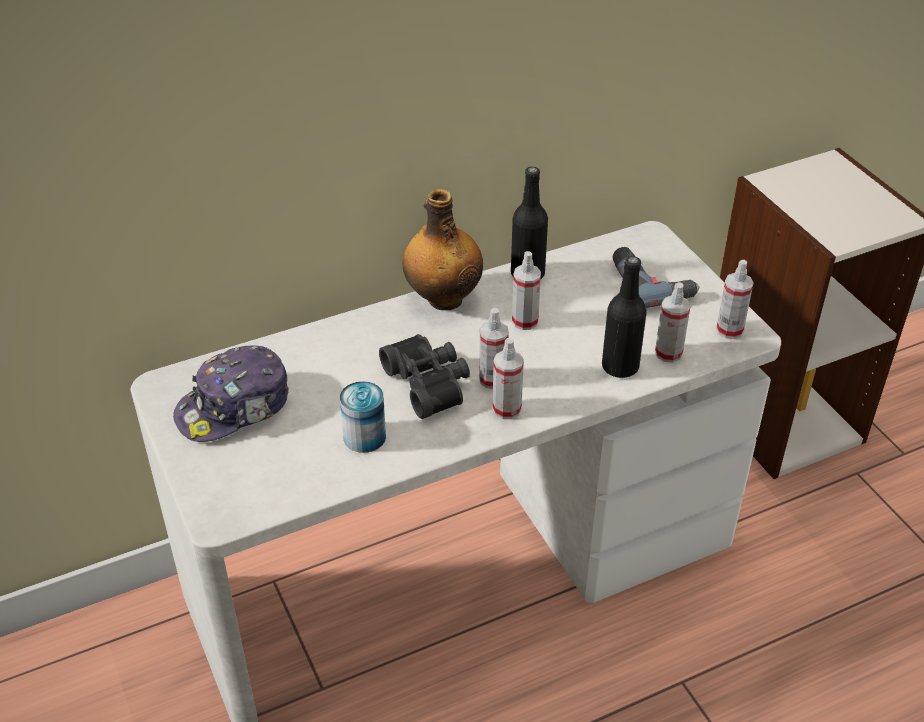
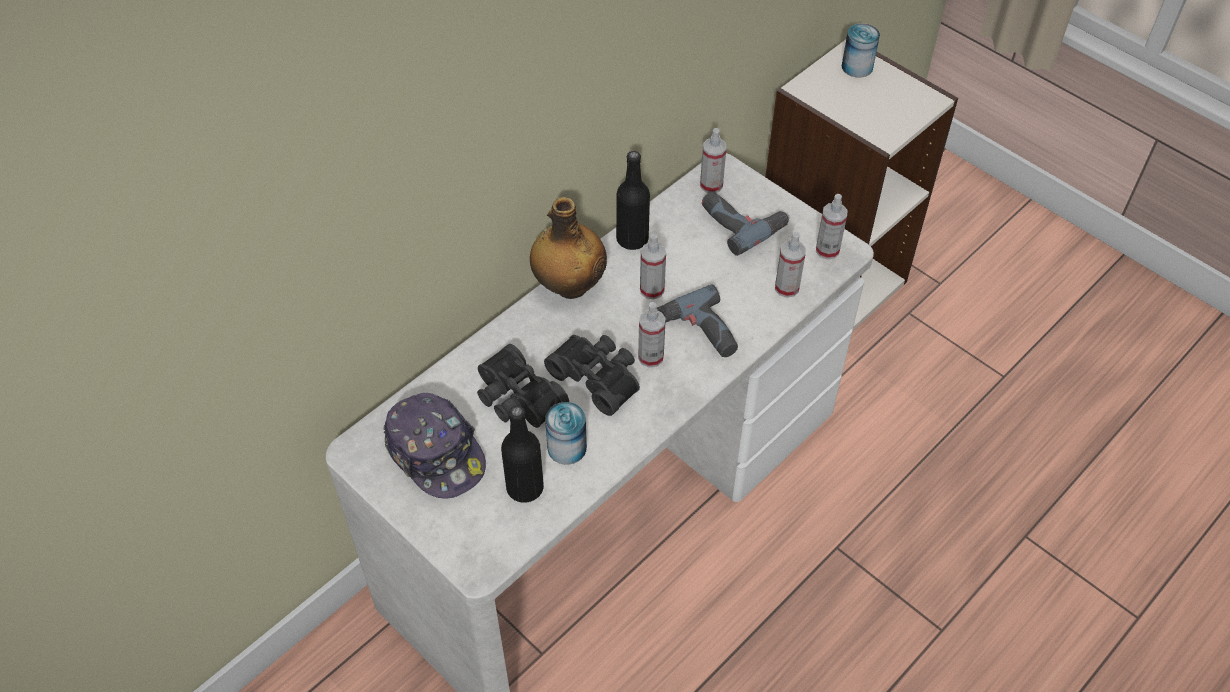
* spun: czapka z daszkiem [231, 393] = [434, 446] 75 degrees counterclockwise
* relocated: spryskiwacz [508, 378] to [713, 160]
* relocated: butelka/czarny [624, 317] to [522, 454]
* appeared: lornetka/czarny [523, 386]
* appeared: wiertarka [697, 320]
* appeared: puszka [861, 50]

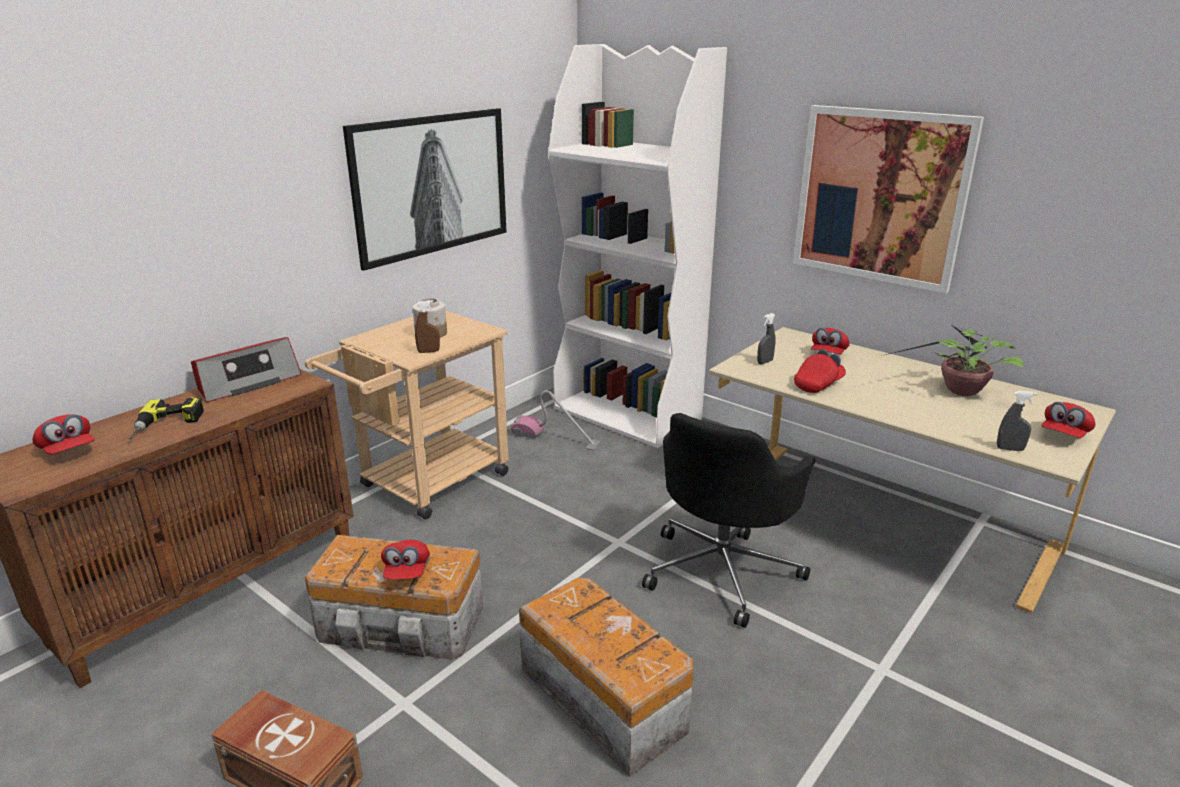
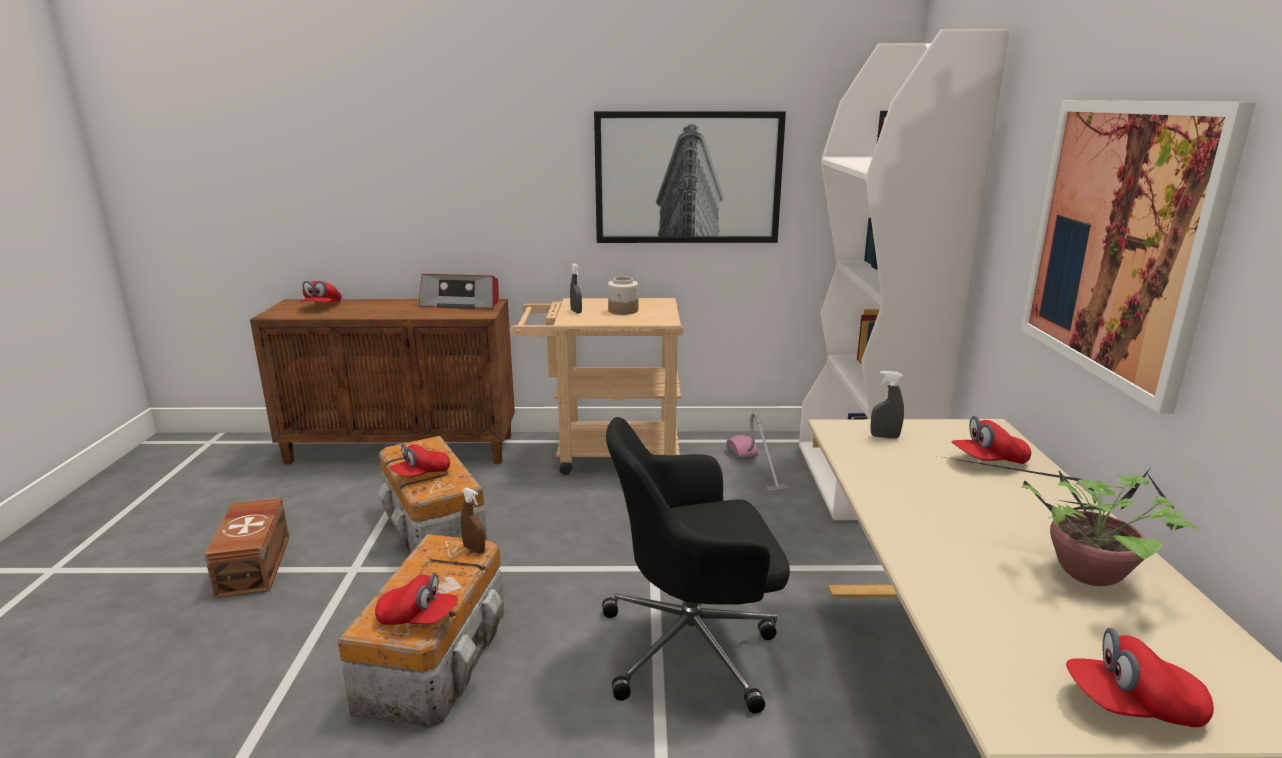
* missing: wiertarka [166, 418]
* relocated: spryskiwacz/brązowy [427, 326] to [473, 520]
* relocated: czapka z daszkiem/czerwony [820, 371] to [416, 599]
* relocated: spryskiwacz/szary [1017, 421] to [576, 288]

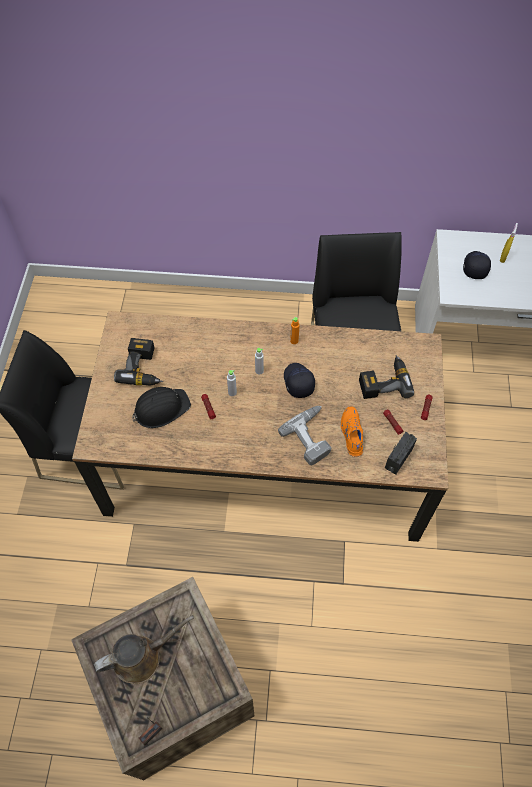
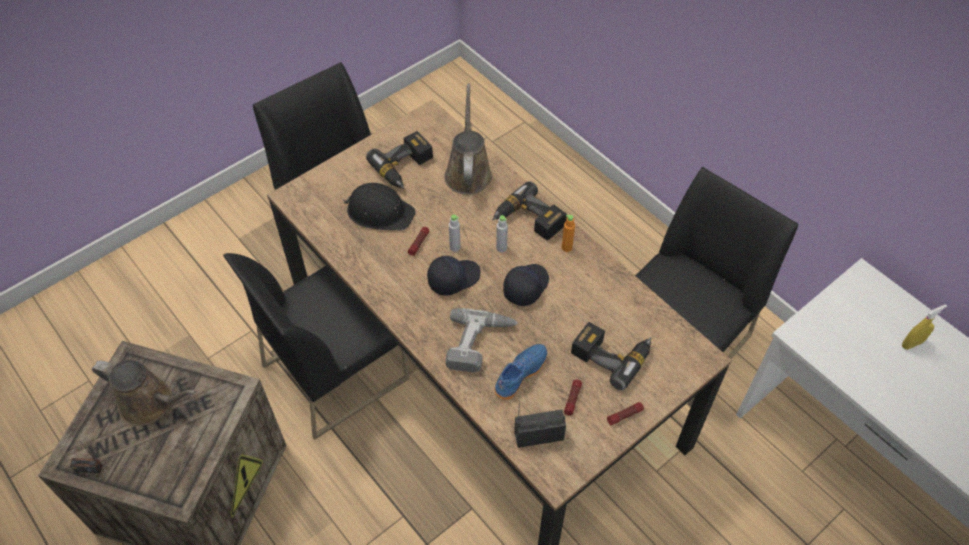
* colour: but/pomarańczowy [351, 431] to but/niebieski [520, 372]
* relocated: czapka z daszkiem/czarny [477, 265] to [454, 276]
* appeared: krzesło/czarny [316, 346]
* appeared: konewka/brązowy [468, 139]
* appeared: wiertarka [529, 211]

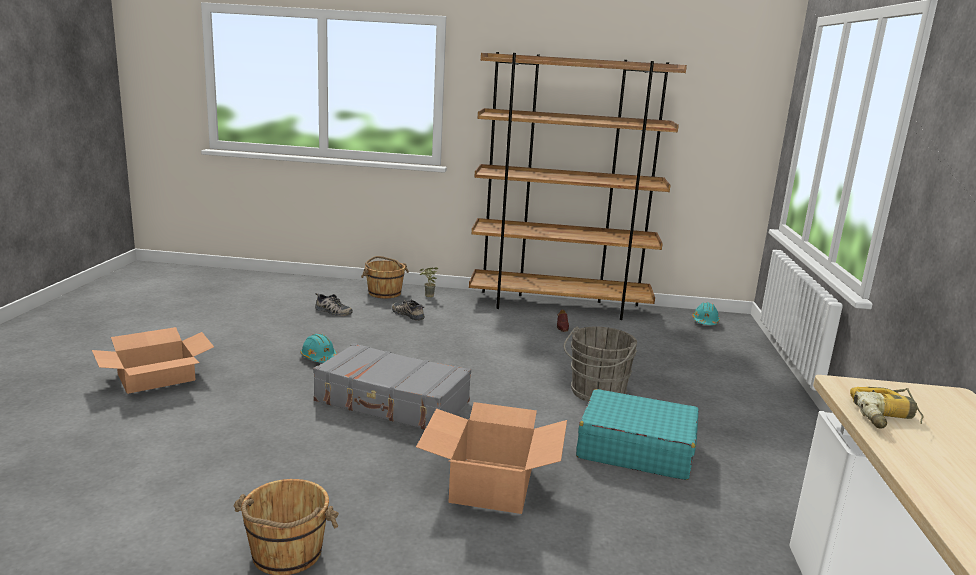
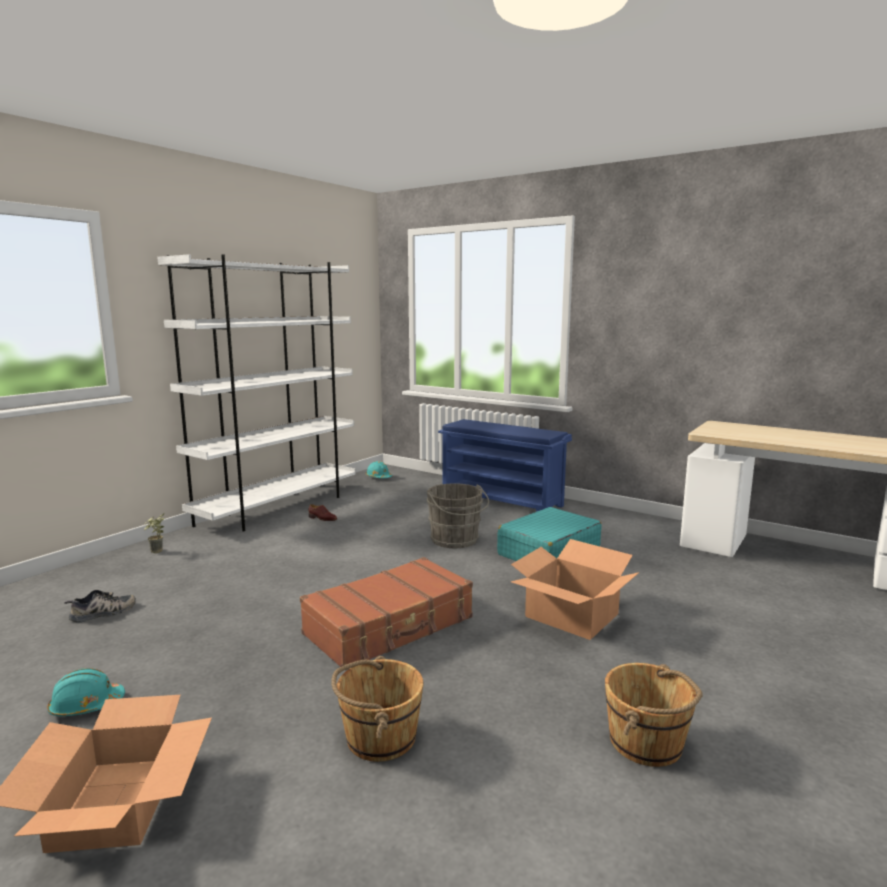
* relocated: kask/turkusowy [318, 348] to [86, 692]
* colour: walizka/szary [392, 386] to walizka/brązowy [386, 612]
* relocated: wiadro/brązowy [385, 277] to [378, 709]
* missing: but [408, 310]
* colour: regał/brązowy [578, 186] to regał/biały [256, 393]
* missing: wiertarka [886, 408]
* appeared: regał na buty/niebieski [505, 465]

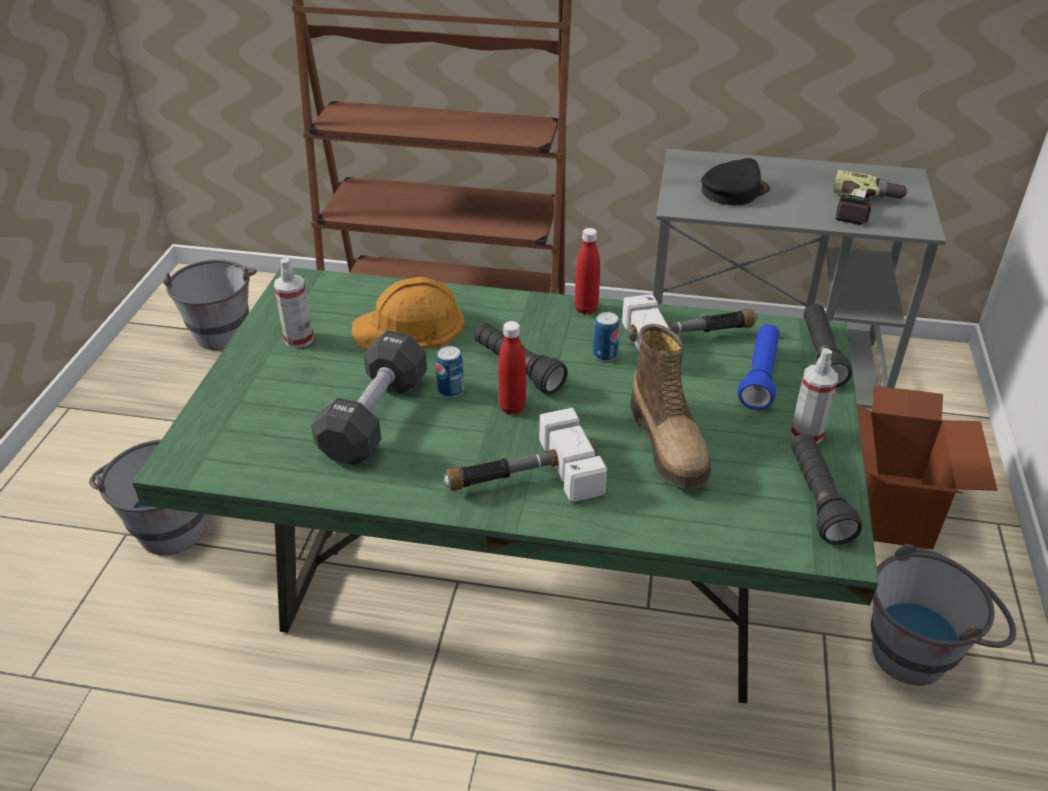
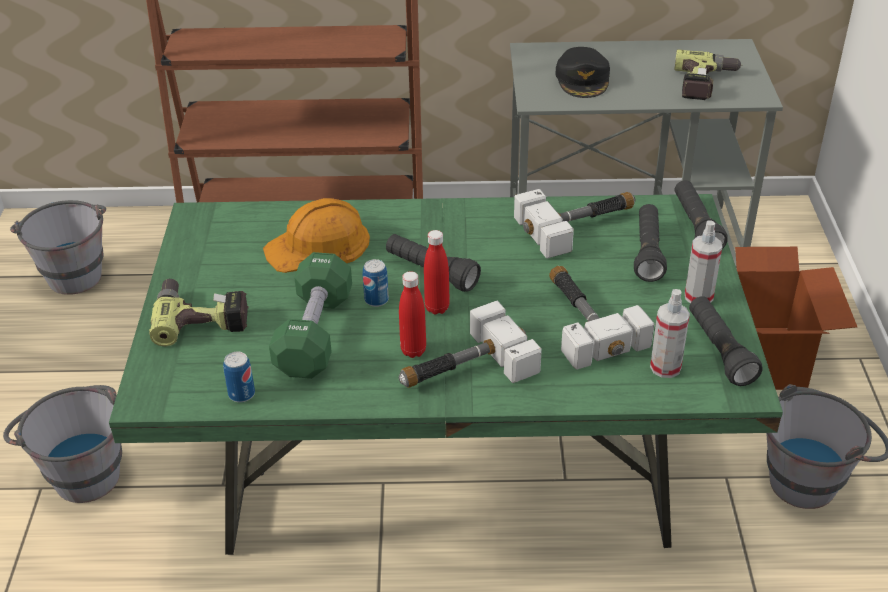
* relocated: spryskiwacz [294, 303] to [670, 333]
* colour: hantel/czarny [369, 398] to hantel/zielony [310, 315]
* relocated: butelka/czerwony [587, 271] to [412, 314]
* relocated: puszka [606, 337] to [239, 377]
* exchanged: but z cholewką [670, 406] to młotek [602, 318]
* spun: czapka z daszkiem/czarny [735, 181] = [582, 72] 135 degrees clockwise
* colour: latarka/niebieski [758, 367] to latarka/czarny [650, 243]
* appeared: wiertarka [199, 312]

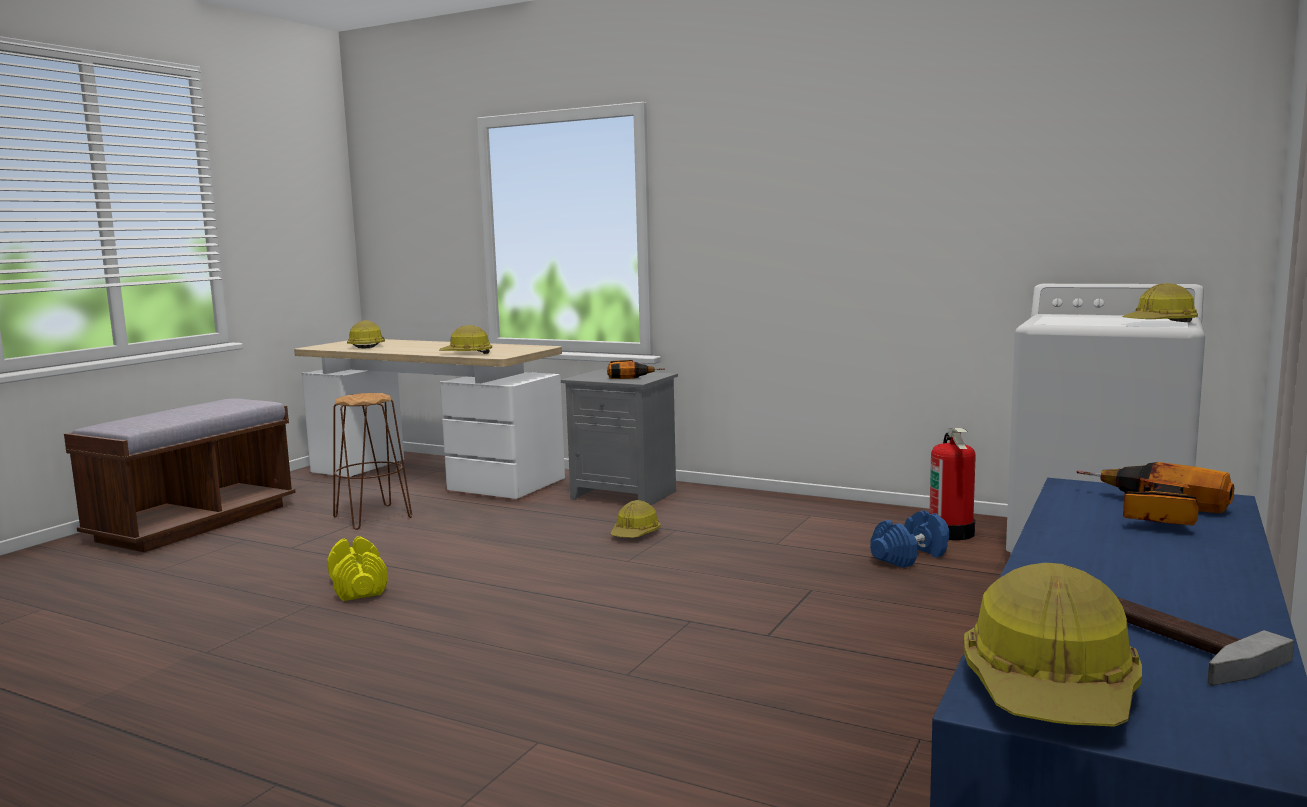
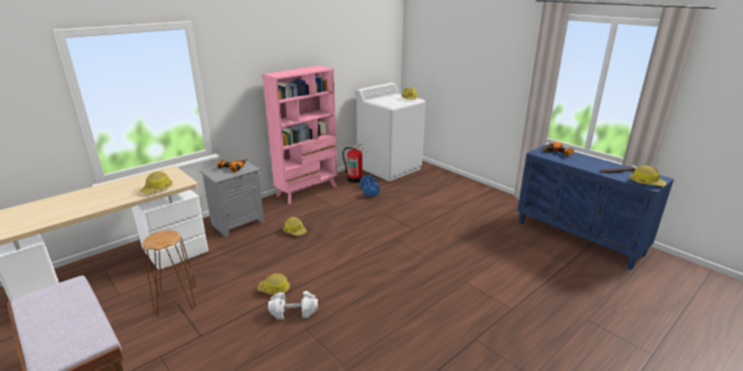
* colour: hantel/żółty [357, 569] to hantel/biały [293, 305]
* relocated: kask [366, 334] to [273, 284]
* appeared: regał/różowy [299, 135]

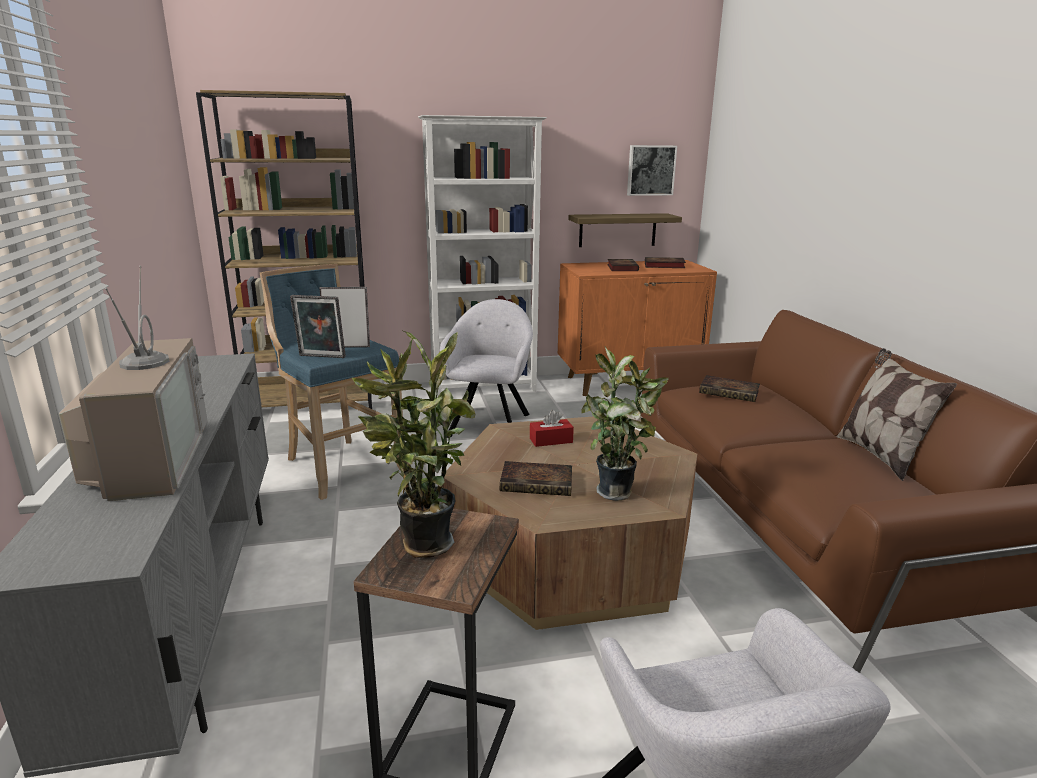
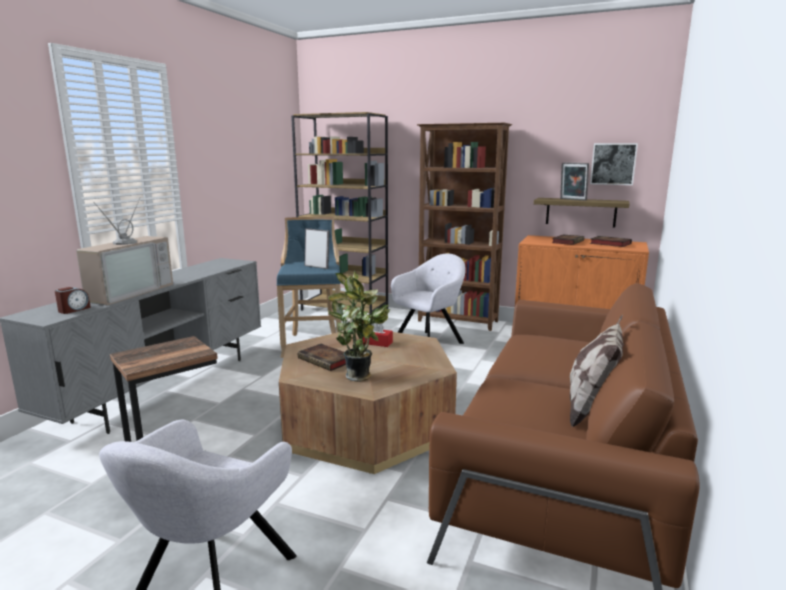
* relocated: ramka na zdjęcie [318, 326] to [574, 182]
* missing: roślina doniczkowa [413, 444]
* colour: regał/biały [482, 256] to regał/brązowy [464, 227]
* missing: książka [729, 388]
* appeared: budzik [73, 300]

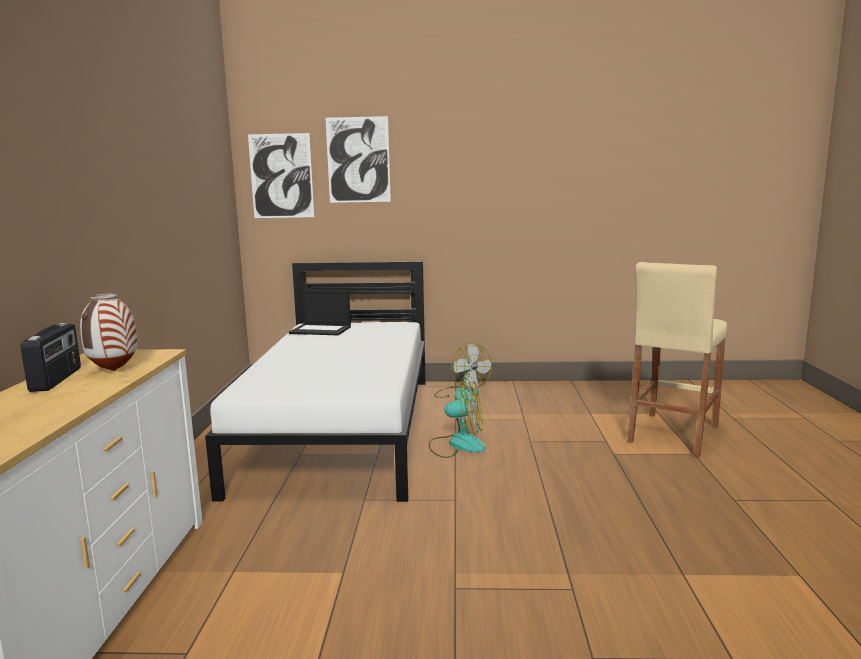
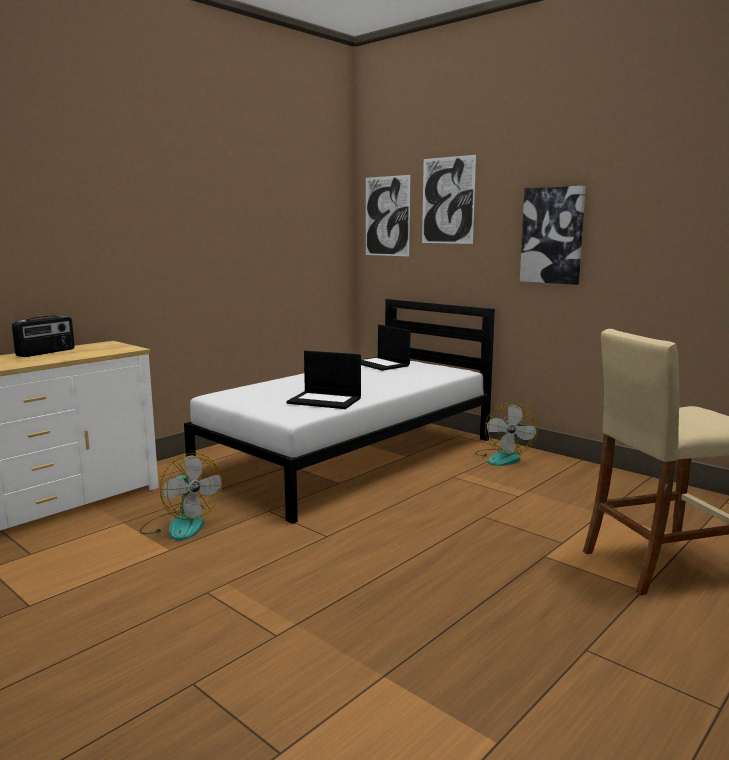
* missing: wazon [108, 332]
* relocated: wentylator [457, 418] to [180, 497]
* appeared: laptop [323, 380]
* appeared: obraz [553, 235]

